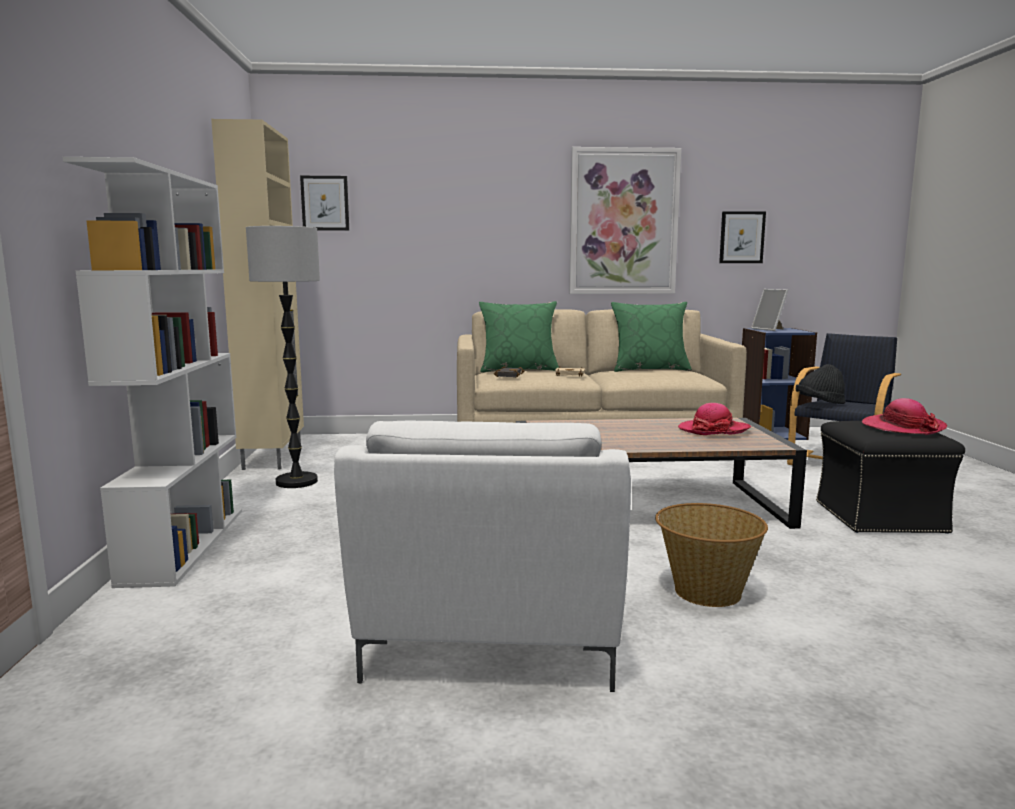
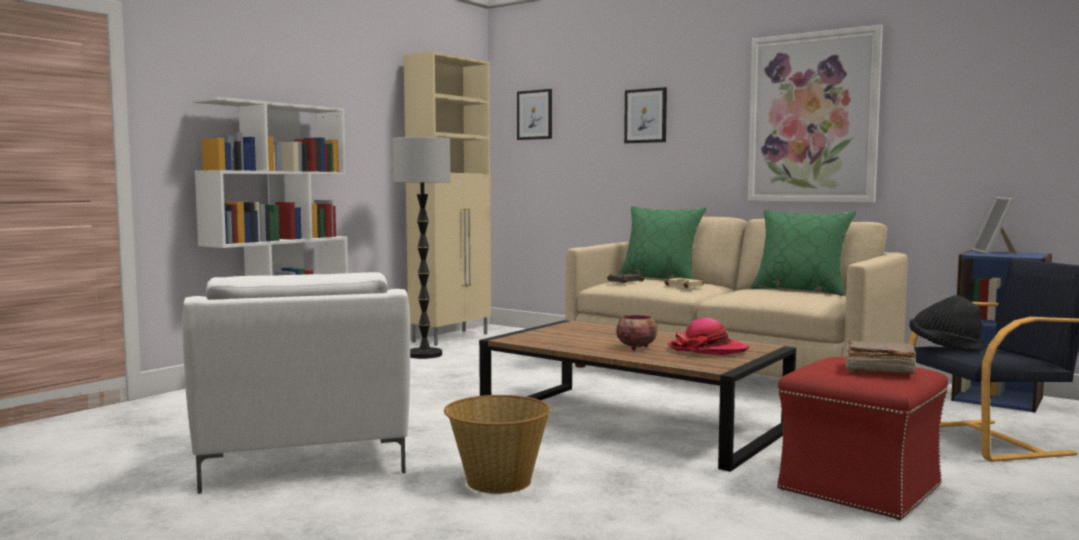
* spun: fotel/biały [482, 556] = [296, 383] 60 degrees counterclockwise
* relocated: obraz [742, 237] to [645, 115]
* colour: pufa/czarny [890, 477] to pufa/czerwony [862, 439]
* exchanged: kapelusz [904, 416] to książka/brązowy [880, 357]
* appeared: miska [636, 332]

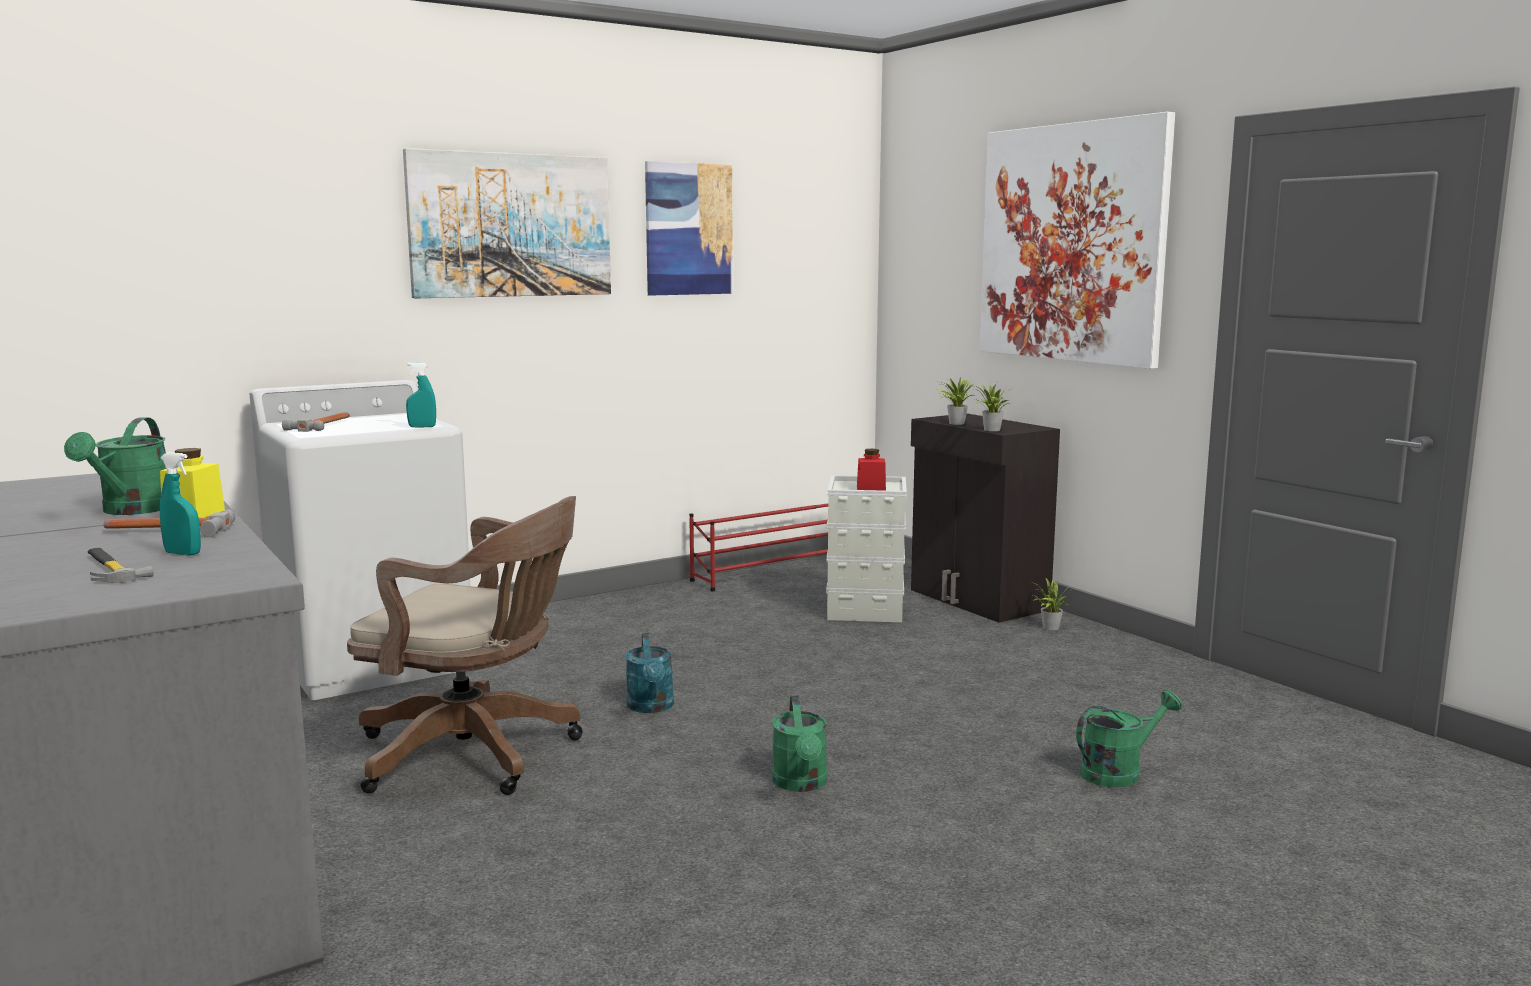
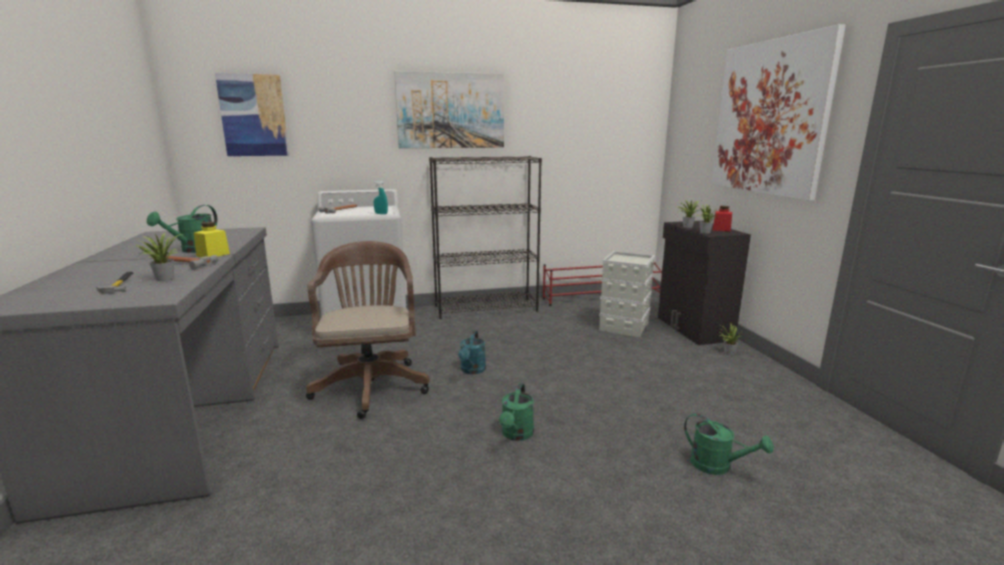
* exchanged: spryskiwacz/turkusowy [180, 504] to roślina doniczkowa [159, 257]
* spun: krzesło biurowe/brązowy [465, 645] = [367, 330] 135 degrees counterclockwise
* relocated: obraz [689, 228] to [252, 114]
* relocated: słoik/czerwony [871, 470] to [722, 219]
* spun: konewka/zielony [1129, 739] = [729, 444] 45 degrees clockwise
* appeared: regał/czarny [485, 237]

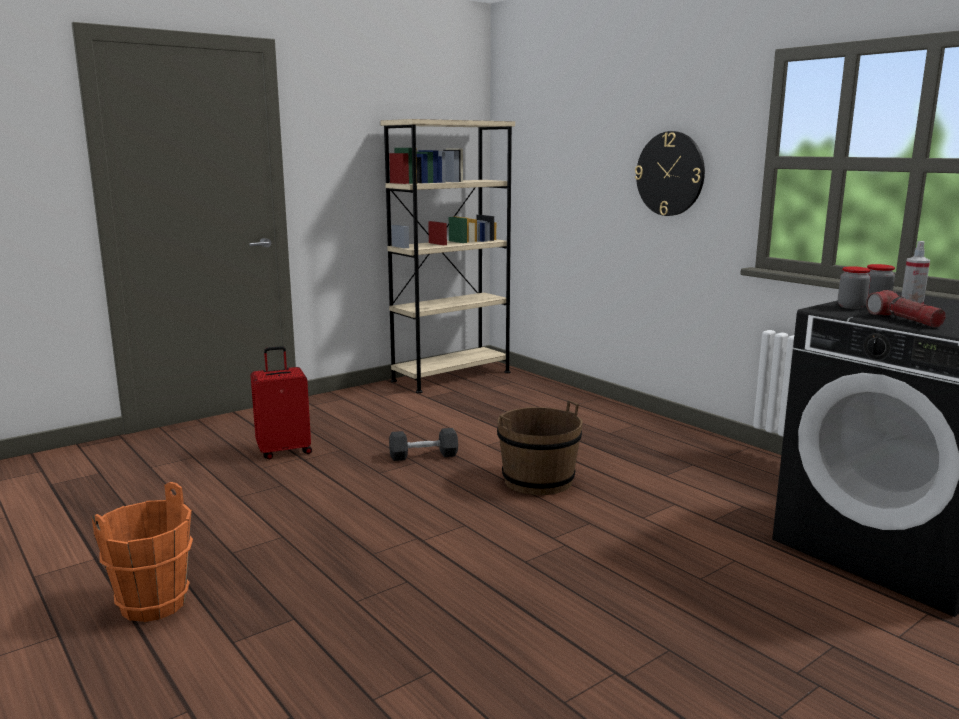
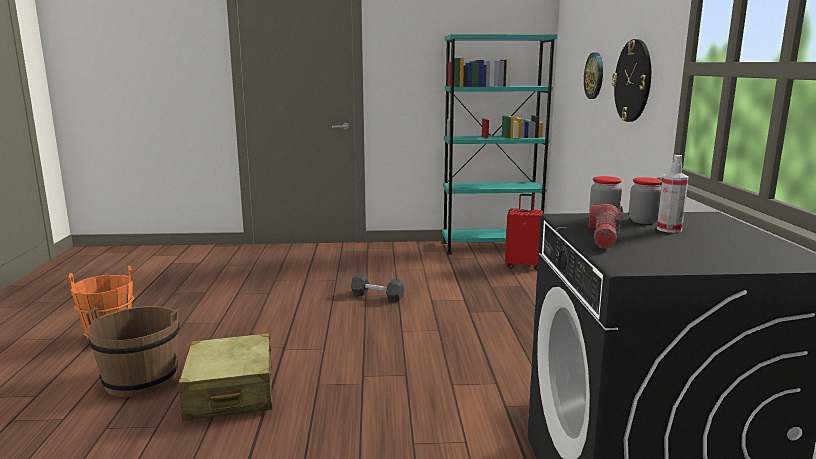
* relocated: walizka/czerwony [281, 403] to [524, 231]
* colour: regał/beżowy [447, 256] to regał/turkusowy [499, 144]
* relocated: wiadro/brązowy [540, 447] to [132, 351]
* appeared: walizka/beżowy [225, 377]
* appeared: zegar ścienny [593, 75]

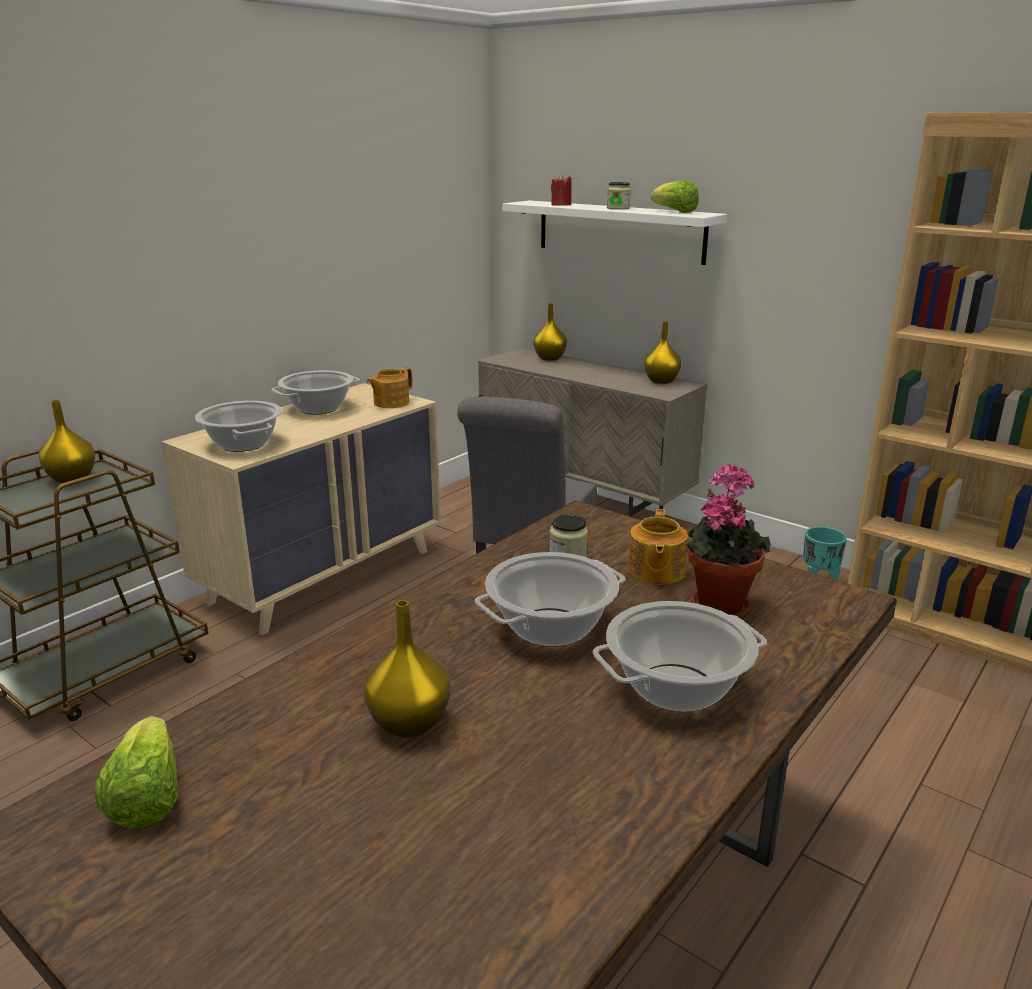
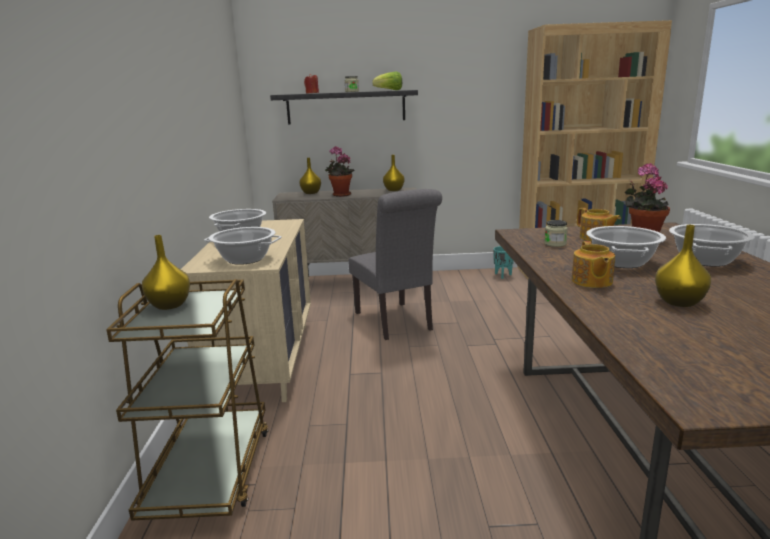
* missing: sałata [136, 772]
* relocated: imbryk [389, 387] to [593, 264]
* colour: półka/biały [614, 232] to półka/czarny [344, 107]
* appeared: roślina doniczkowa [340, 172]

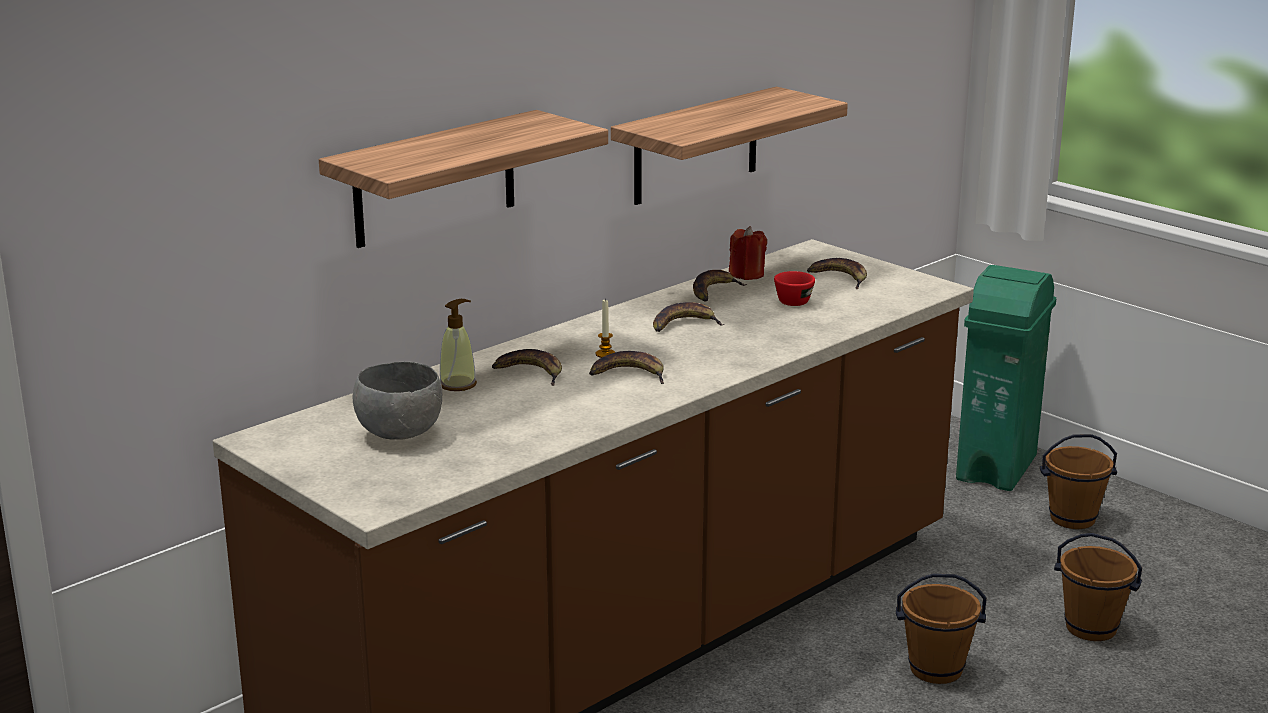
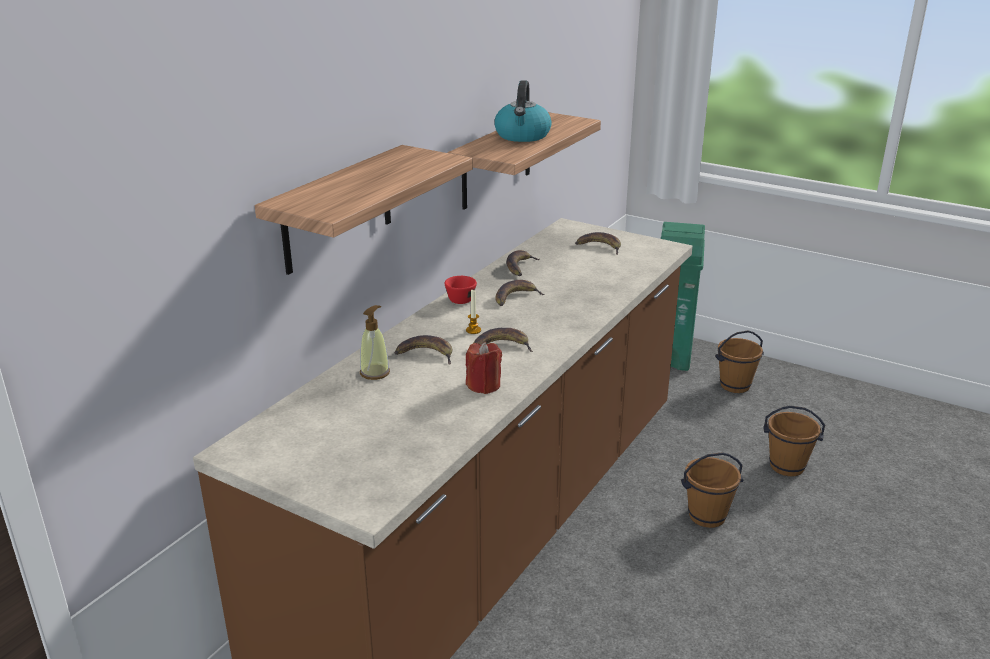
* missing: miska/szary [397, 400]
* relocated: świeca/czerwony [748, 253] to [484, 368]
* relocated: filiżanka/czerwony [794, 288] to [461, 290]
* appeared: czajnik [523, 111]

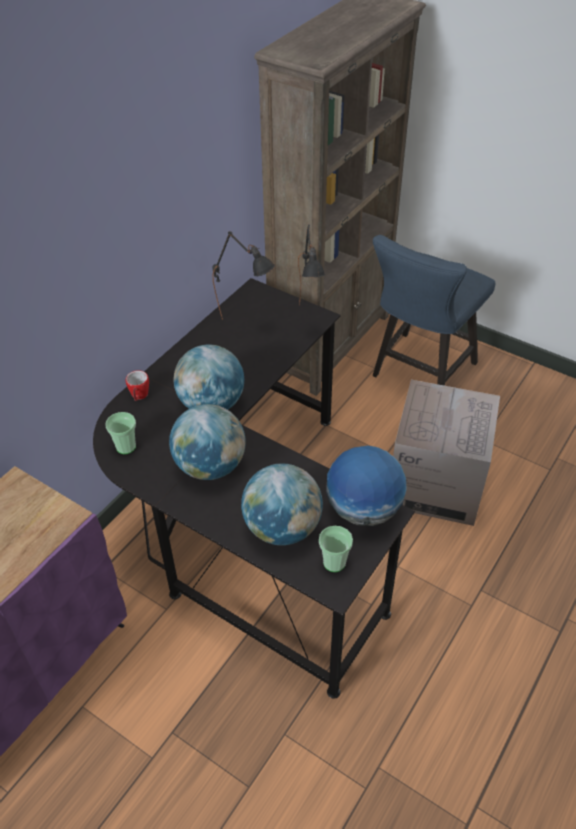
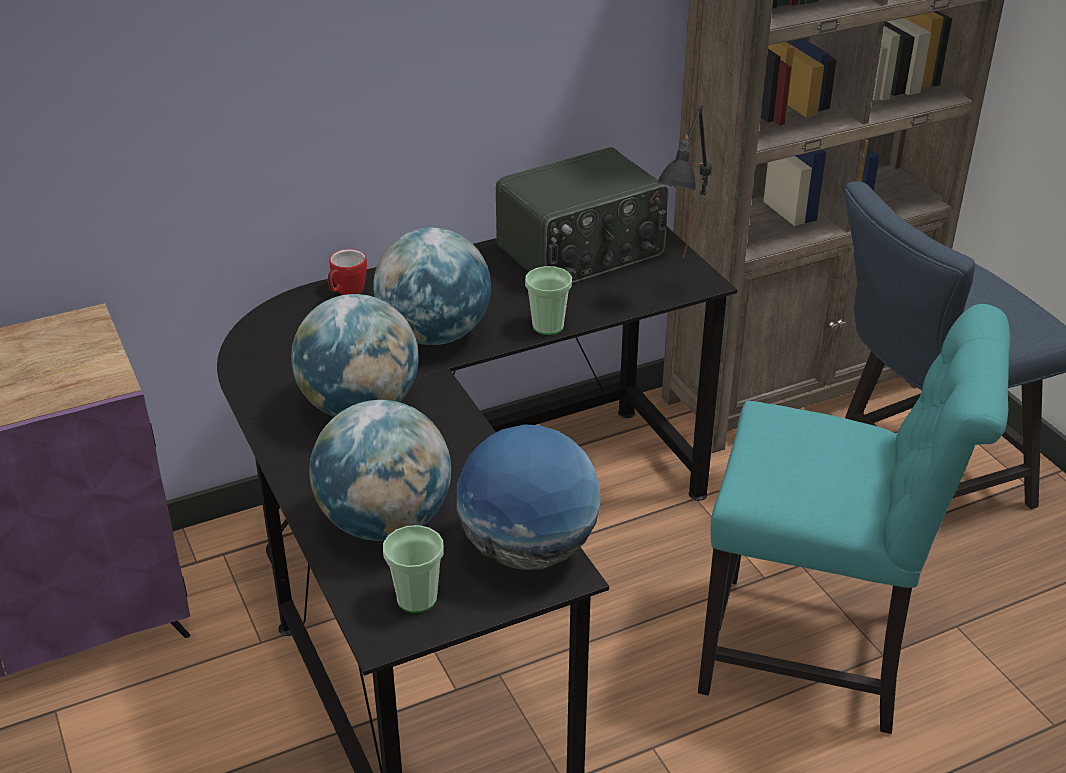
* relocated: filiżanka [120, 433] to [548, 300]
* exchanged: lampa stołowa/czarny [243, 275] to radio [582, 215]
* exchanged: karton [446, 453] to krzesło/turkusowy [854, 519]

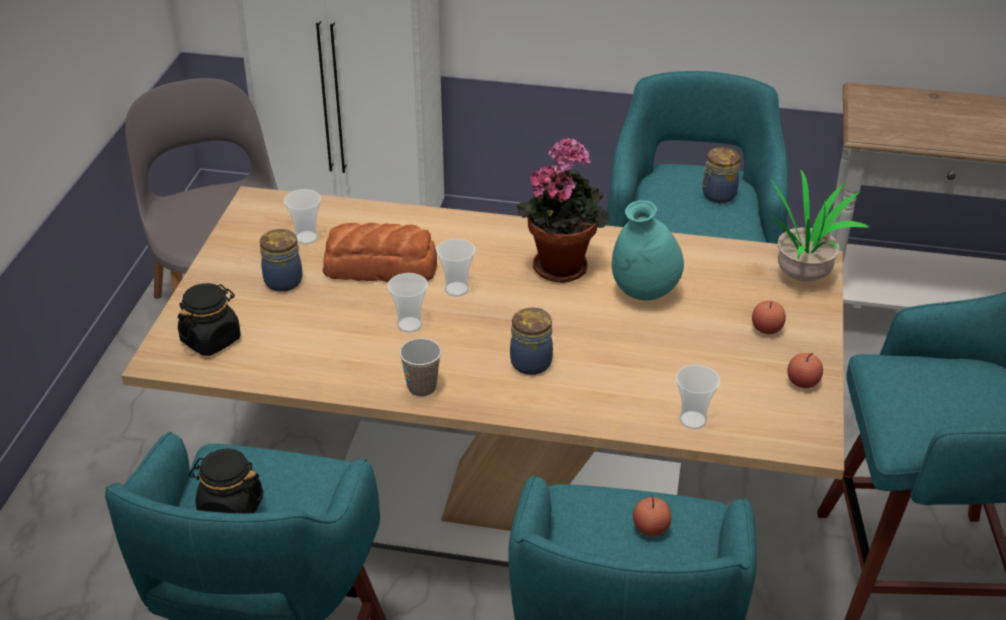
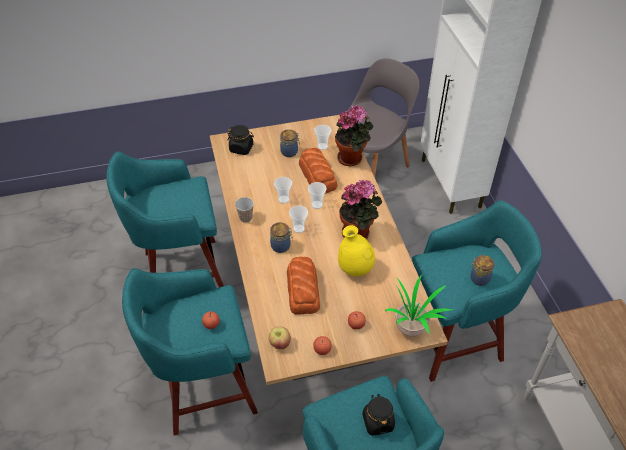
* relocated: słoik/czarny [226, 480] to [378, 415]
* colour: wazon/turkusowy [648, 250] to wazon/żółty [356, 250]
* relocated: filiżanka [698, 397] to [298, 219]
* appeared: jabłko [279, 338]
* appeared: chleb [303, 285]
* appeared: roślina doniczkowa [354, 135]

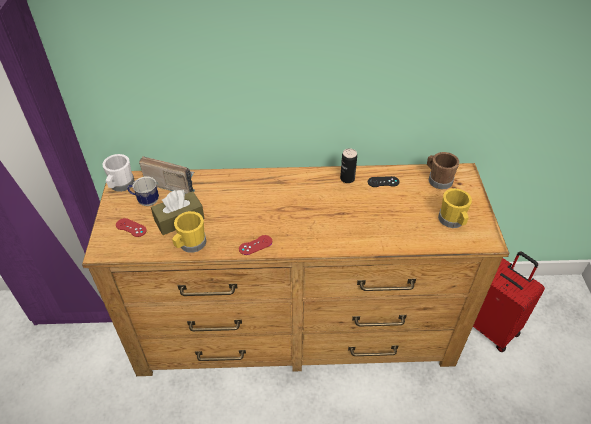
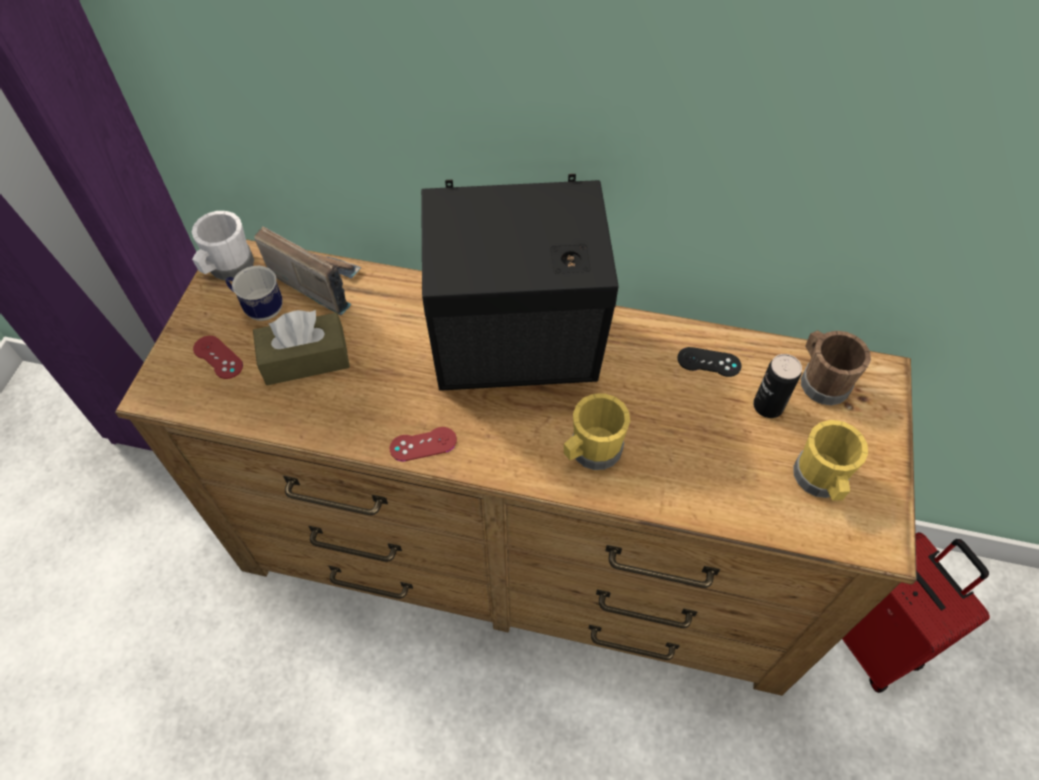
* relocated: kubek/żółty [189, 232] to [597, 431]
* relocated: puszka [348, 165] to [777, 386]
* appeared: głośnik/czarny [520, 282]

